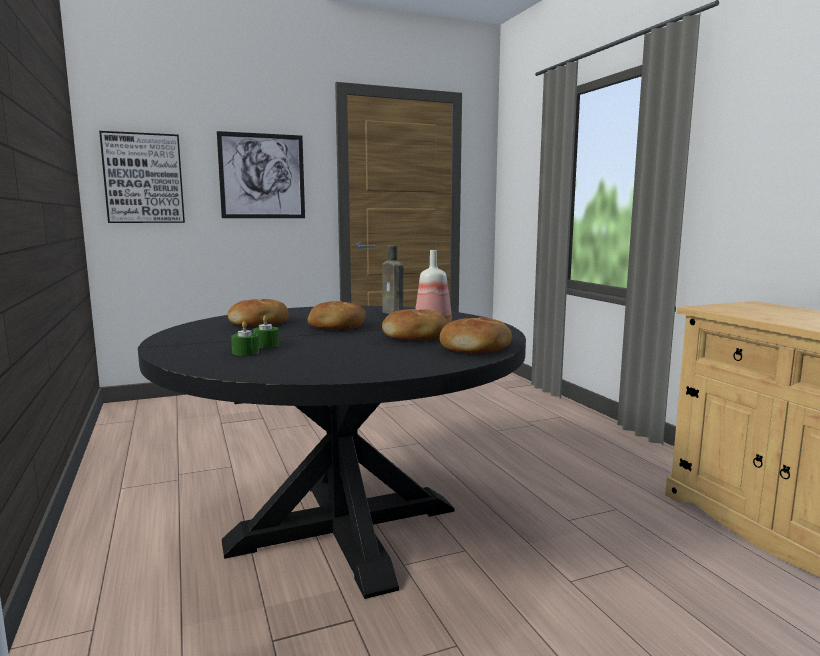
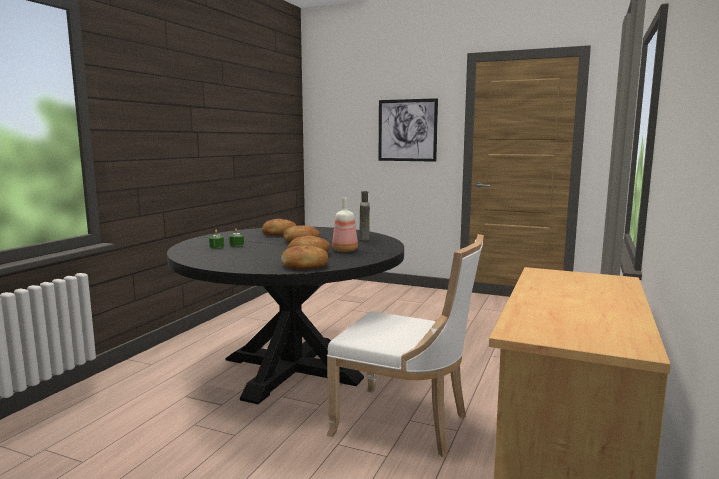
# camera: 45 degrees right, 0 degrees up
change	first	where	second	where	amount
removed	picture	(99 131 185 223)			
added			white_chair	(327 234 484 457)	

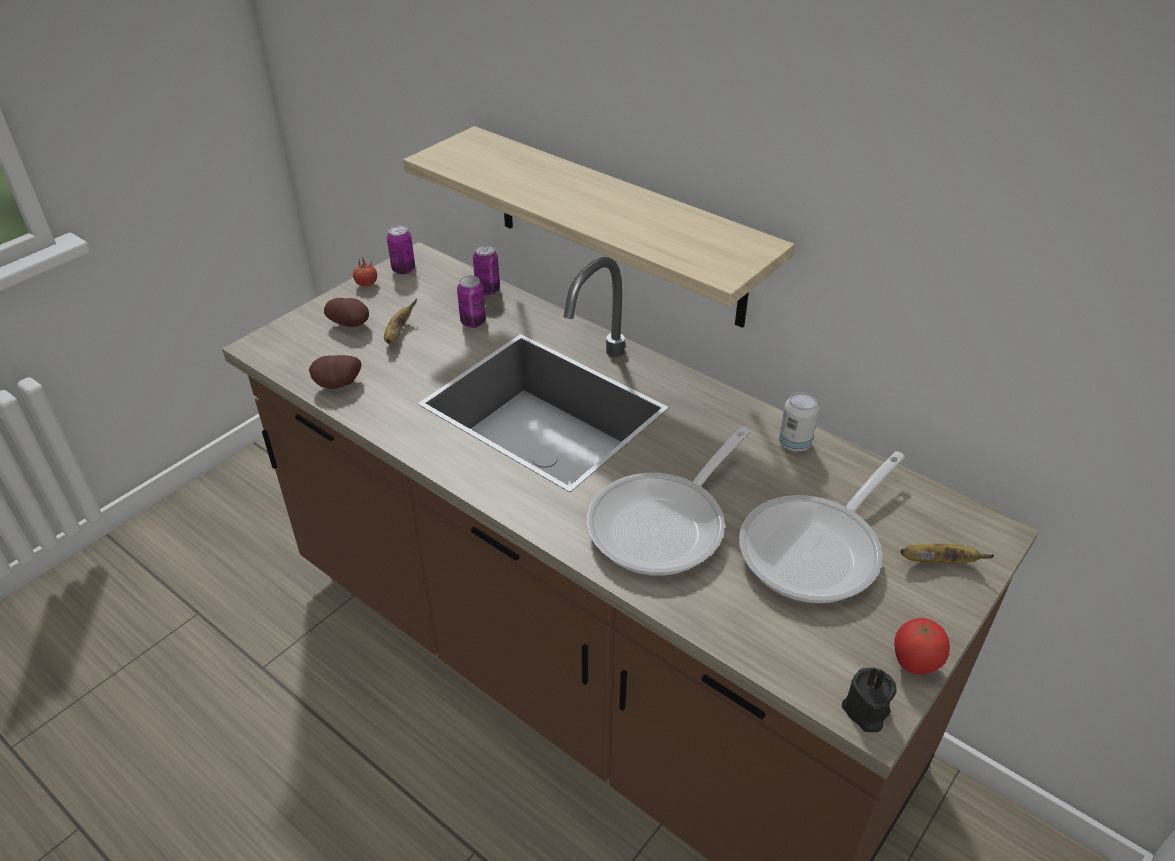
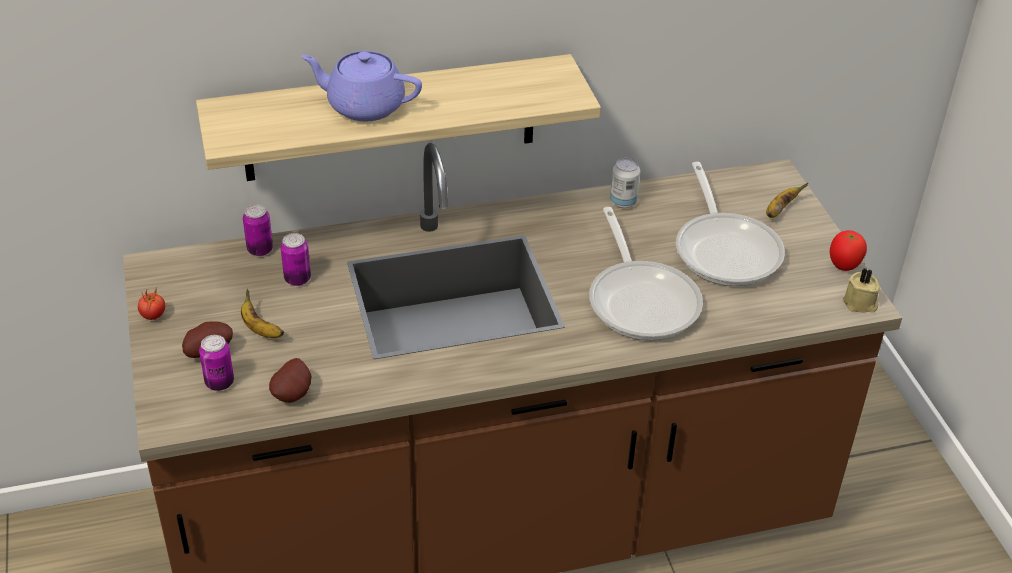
# camera: 55 degrees left, 0 degrees up
change	first	where	second	where	amount
moved	can	(387 225 415 275)		(199 335 234 391)	
recoloured	black_candle	(842 668 897 732)	beige_candle	(843 269 880 313)	
added			purple_teapot	(301 51 422 121)	

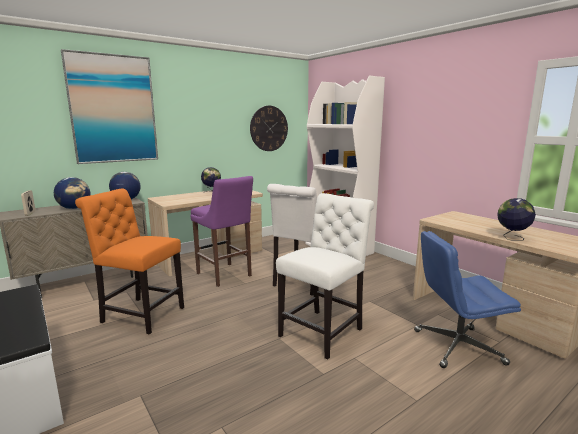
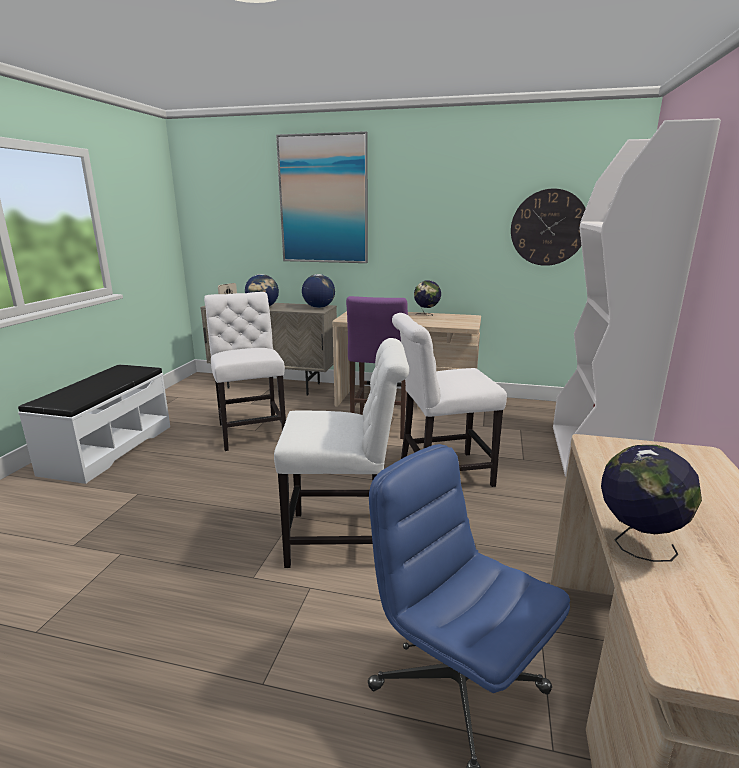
# camera: 50 degrees right, 5 degrees up
change	first	where	second	where	amount
recoloured	orange_chair	(75 189 184 335)	white_chair	(204 292 286 451)	

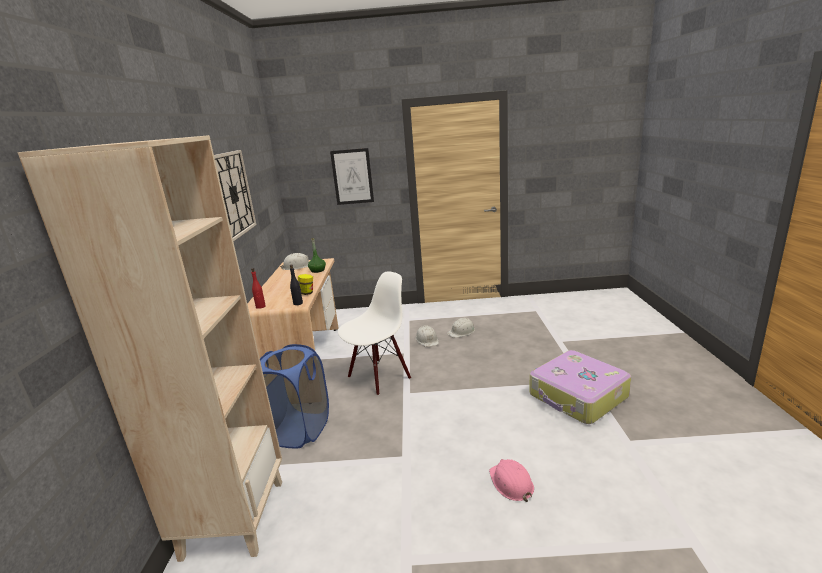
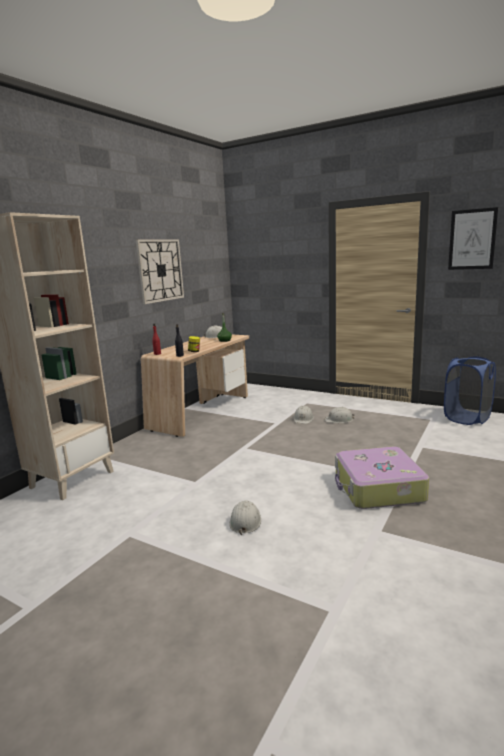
# camera: 30 degrees right, 5 degrees down
change	first	where	second	where	amount
moved	blue_laundry_basket	(260 344 329 448)		(444 356 496 425)	
moved	picture	(330 148 374 205)		(448 207 498 270)	
removed	white_chair	(338 271 411 395)			
recoloured	pink_hard_hat	(489 459 534 502)	white_hard_hat	(229 501 261 535)	

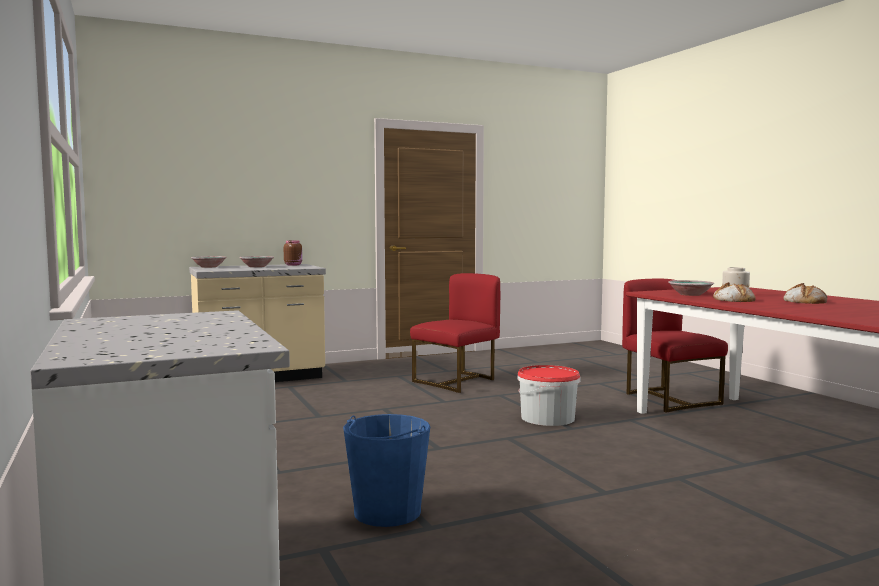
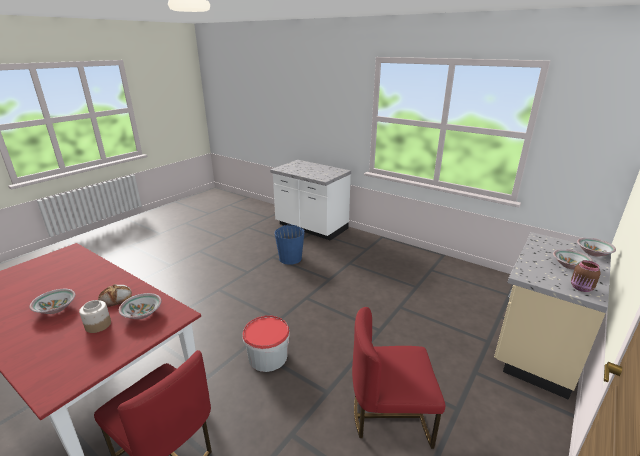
# camera: 150 degrees right, 20 degrees up
change	first	where	second	where	amount
turned	red_chair	(410 273 500 393)		(352 307 445 449)	75 degrees clockwise
replaced	bread	(783 283 827 304)	bowl	(30 289 76 314)	

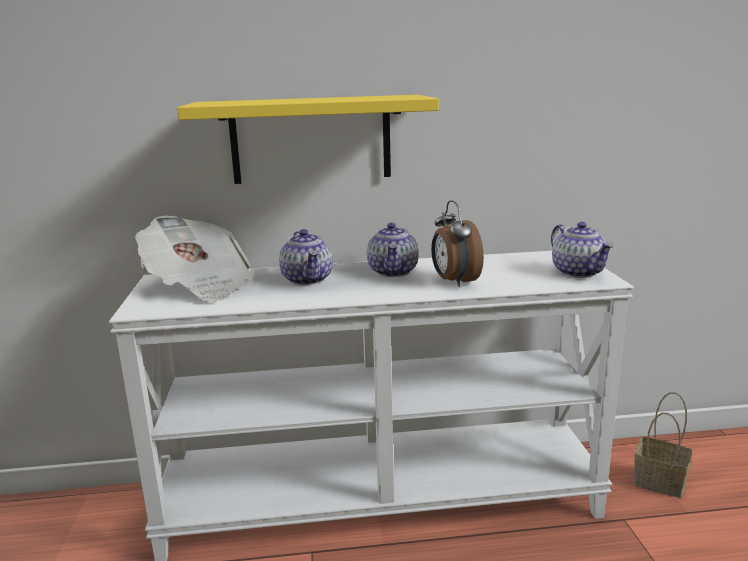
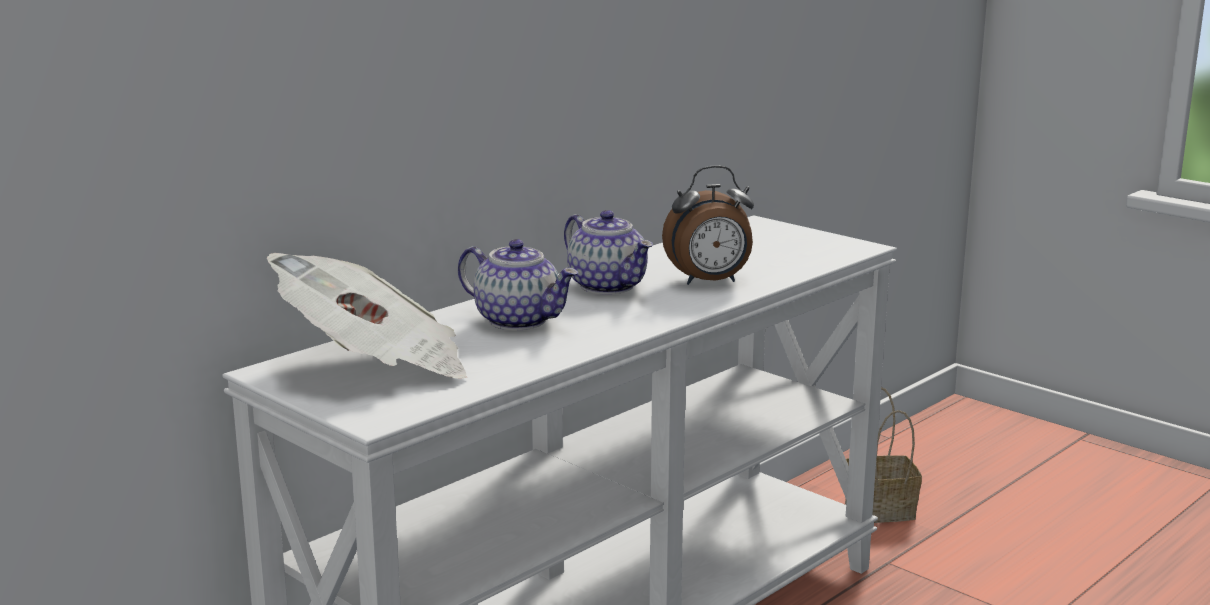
# camera: 40 degrees left, 0 degrees up
change	first	where	second	where	amount
removed	yellow_shelf	(177 95 439 184)			
turned	alarm_clock	(431 200 484 287)		(662 165 754 285)	45 degrees counterclockwise
removed	teapot	(551 222 614 278)			

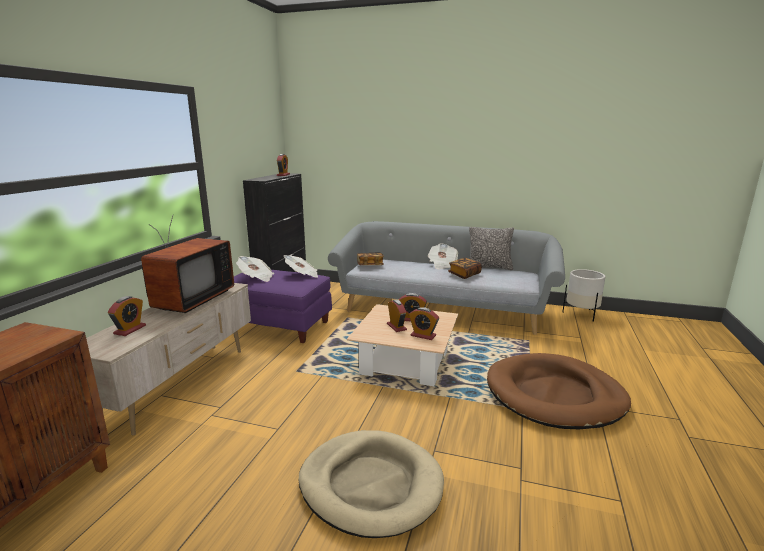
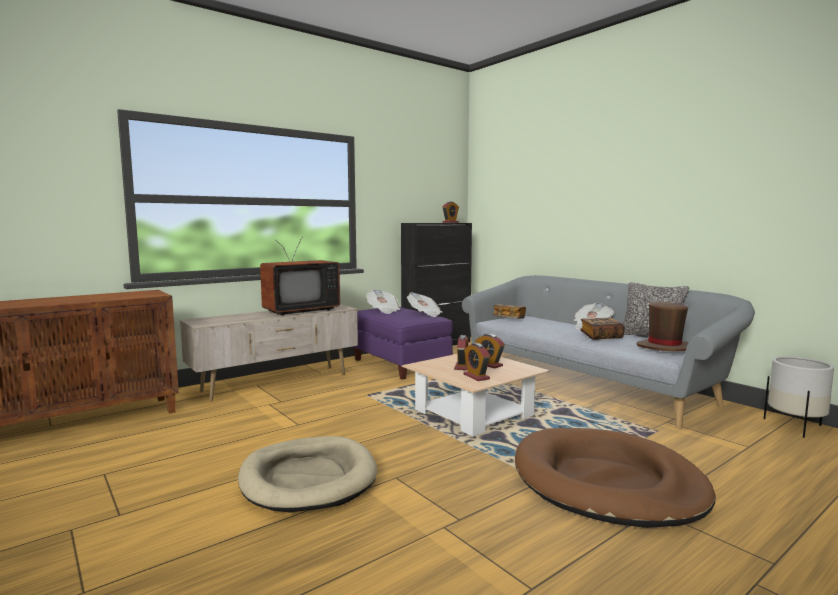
# camera: 35 degrees right, 10 degrees down
change	first	where	second	where	amount
removed	alarm_clock	(108 296 146 336)			
added			brown_hat	(637 302 688 352)	

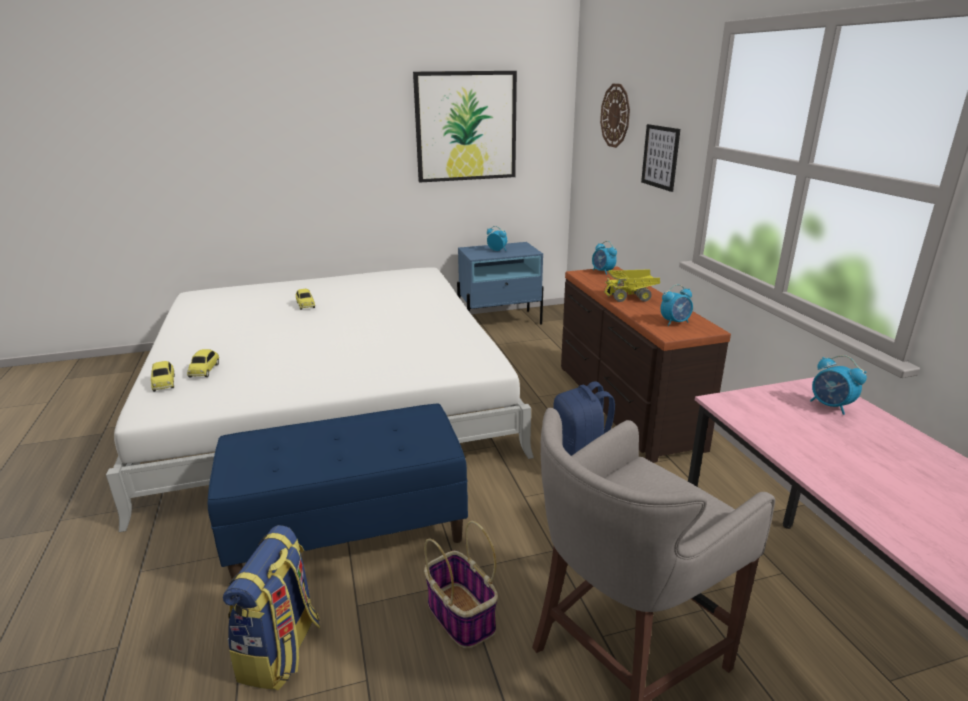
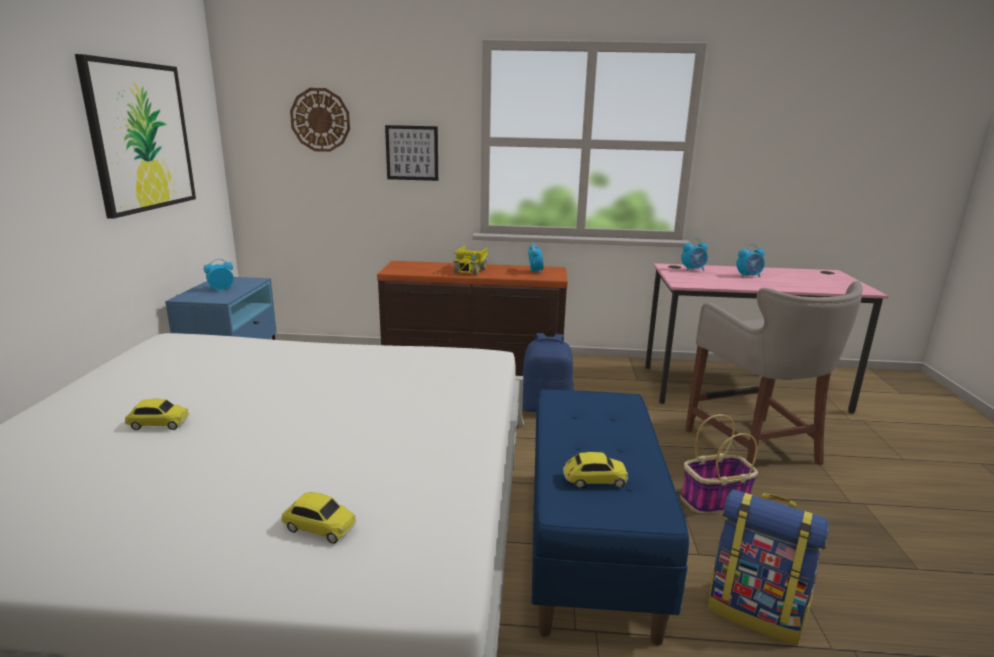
# camera: 70 degrees left, 5 degrees down
change	first	where	second	where	amount
moved	toy_car	(151 361 175 392)		(563 452 628 489)	
moved	alarm_clock	(592 241 617 275)		(737 244 765 278)	

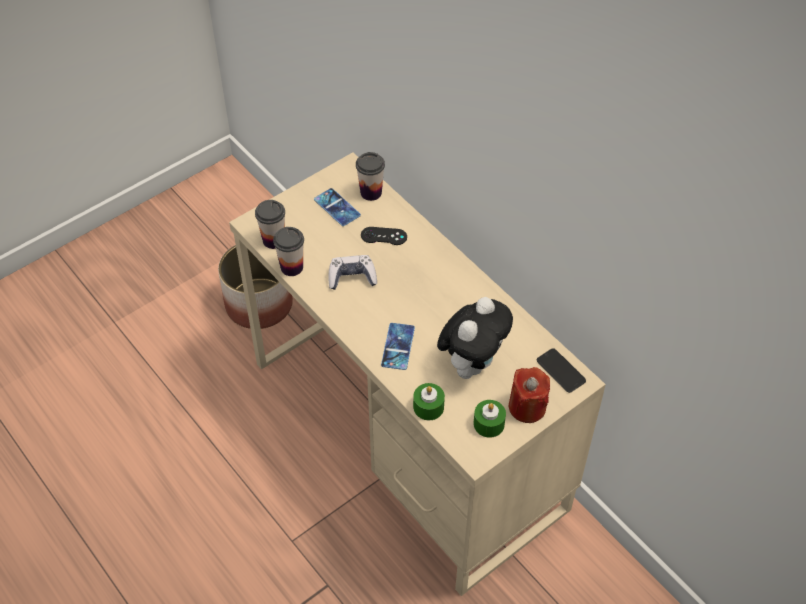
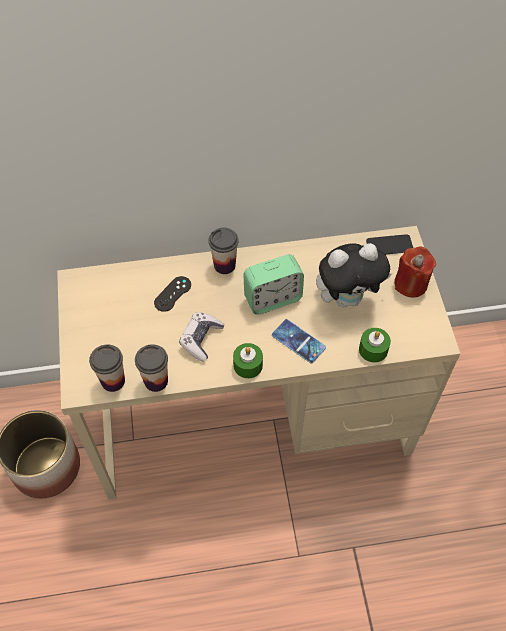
# camera: 60 degrees left, 5 degrees up
change	first	where	second	where	amount
removed	phone	(314 188 361 226)			
moved	cup	(356 152 385 201)		(209 227 239 274)	
turned	plush_toy	(437 297 513 379)		(316 243 392 308)	105 degrees clockwise
moved	green_candle	(473 400 506 438)		(233 343 263 378)	
added			alarm_clock	(243 254 304 315)	

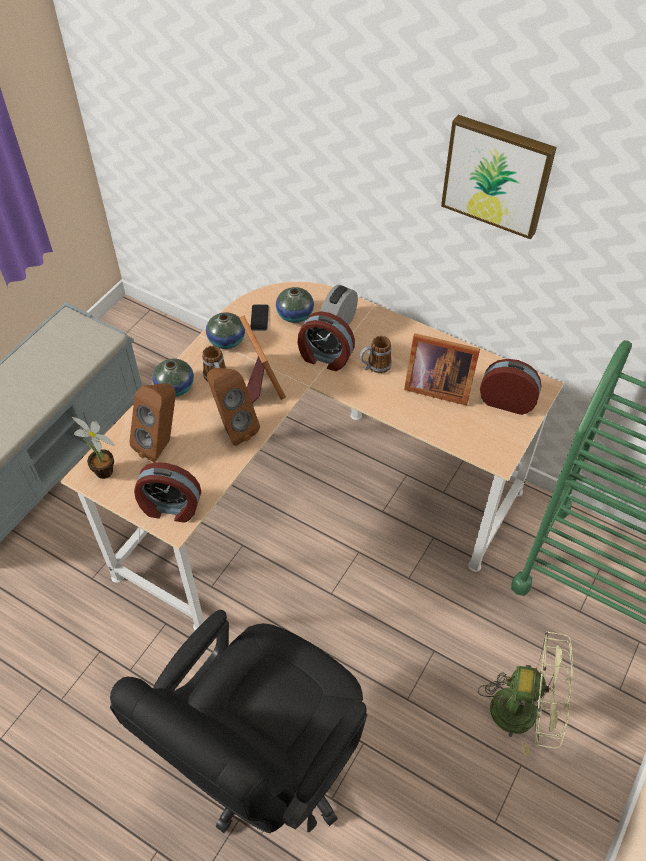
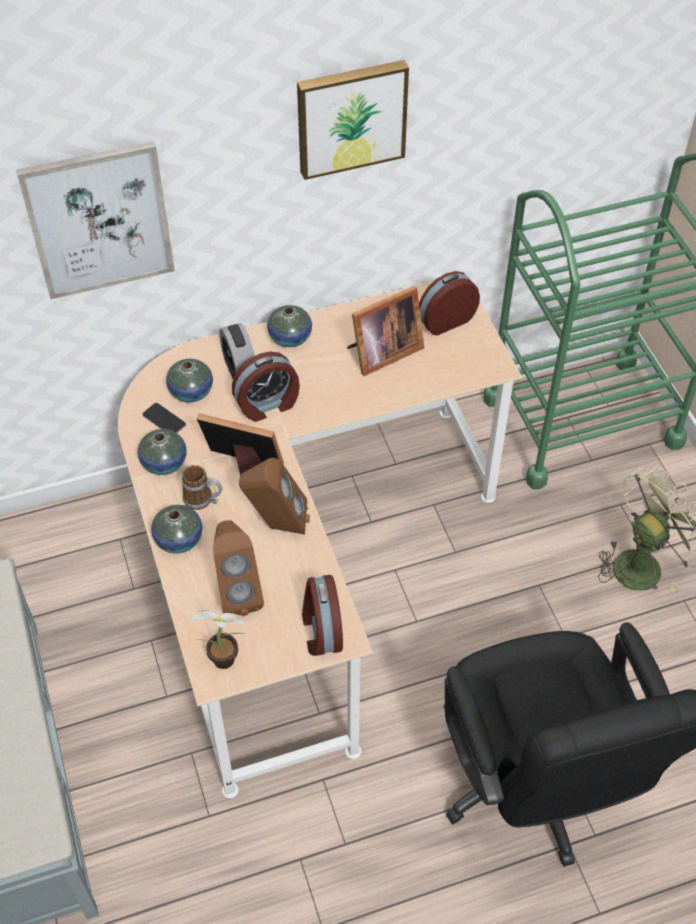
# camera: 50 degrees left, 0 degrees up
change	first	where	second	where	amount
turned	alarm_clock	(134 462 201 523)		(302 575 343 656)	120 degrees clockwise
removed	mug	(360 336 392 373)			
added			picture	(16 141 175 299)	
added			vase	(267 305 312 347)	

